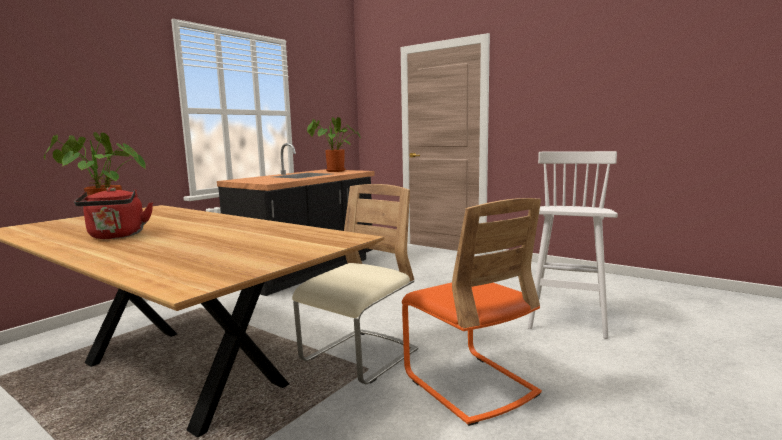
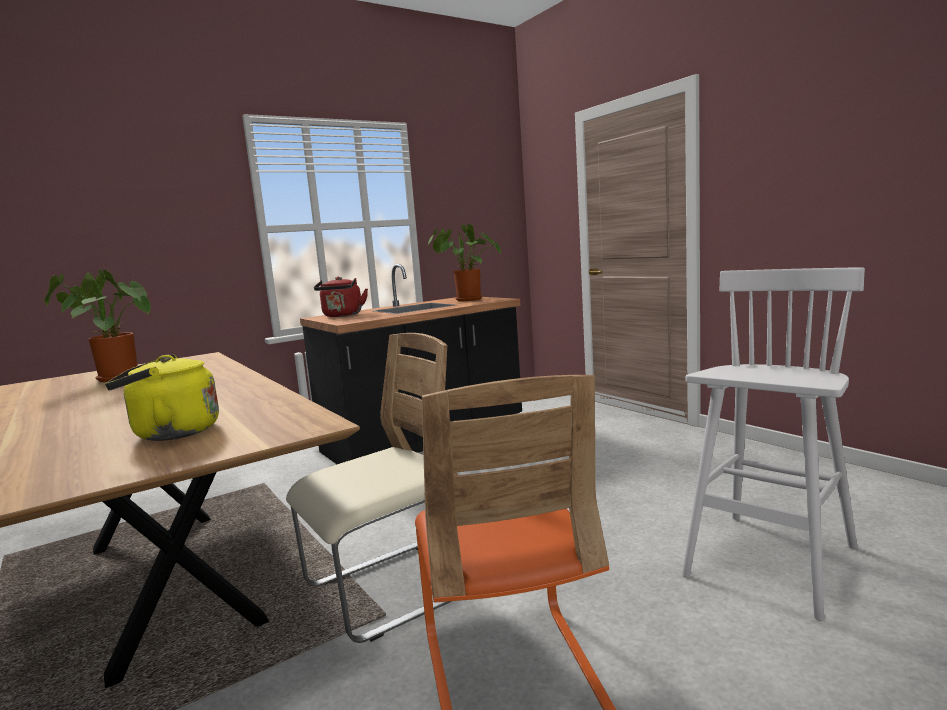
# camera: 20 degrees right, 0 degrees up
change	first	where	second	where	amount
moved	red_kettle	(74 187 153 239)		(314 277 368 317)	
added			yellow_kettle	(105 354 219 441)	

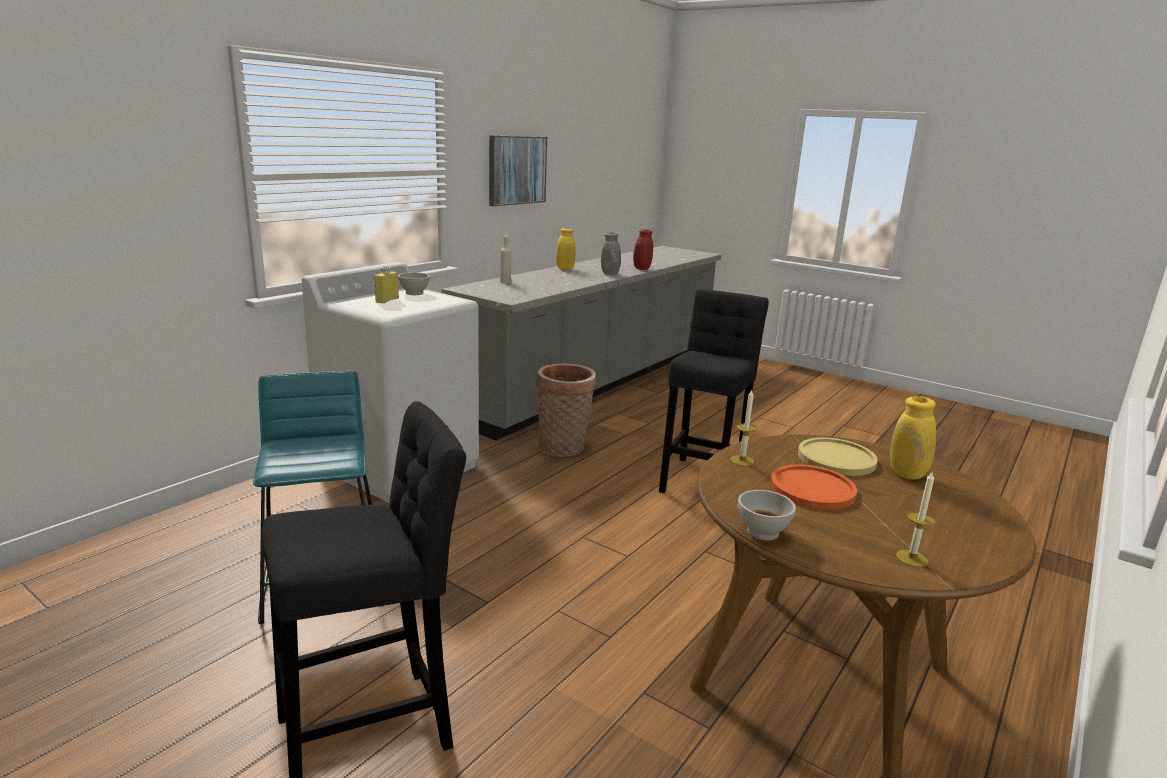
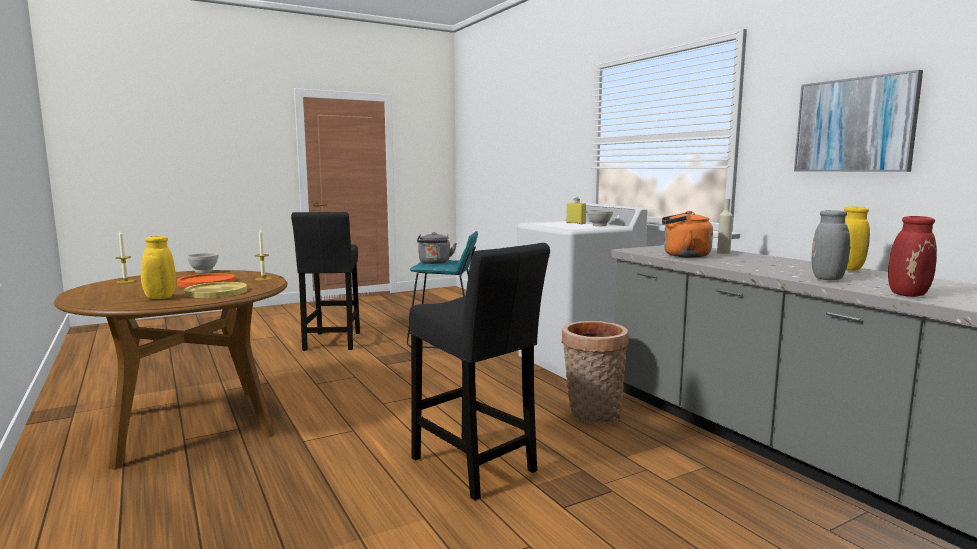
# camera: 115 degrees right, 10 degrees down
change	first	where	second	where	amount
added			grey_kettle	(417 232 457 264)	
added			orange_kettle	(662 211 713 258)	

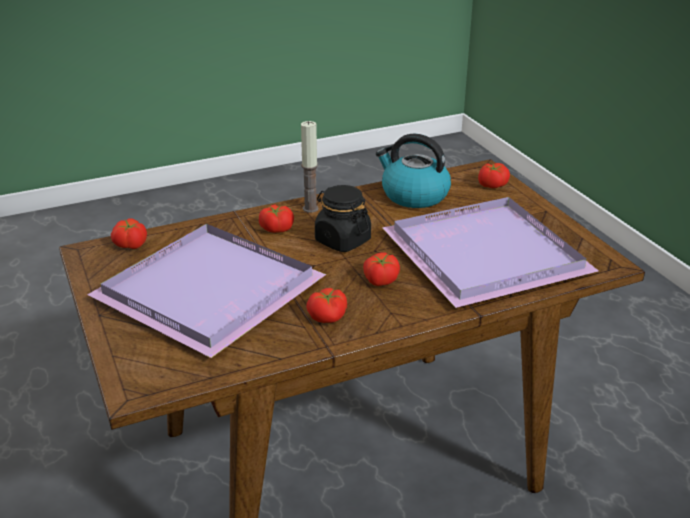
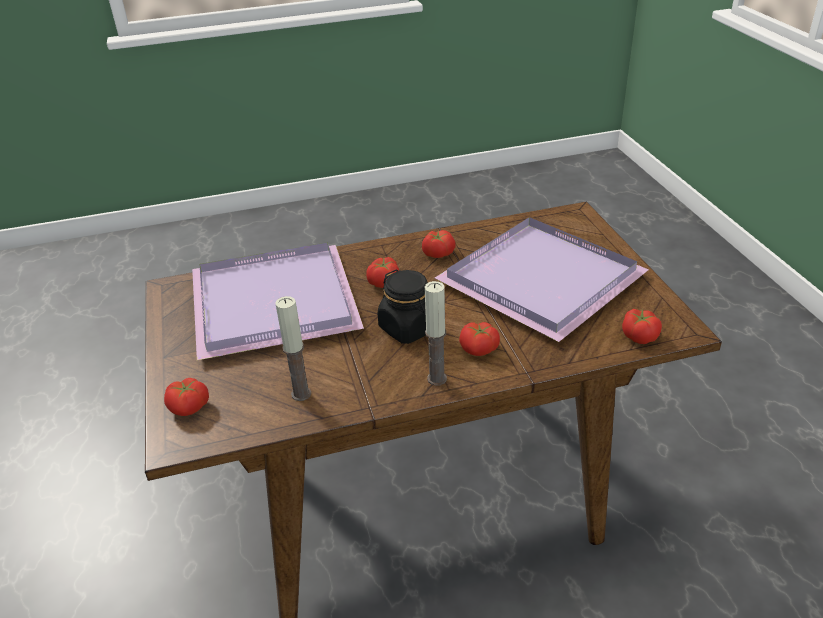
# camera: 170 degrees left, 5 degrees up
change	first	where	second	where	amount
replaced	kettle	(376 134 451 208)	candle	(275 296 311 401)	

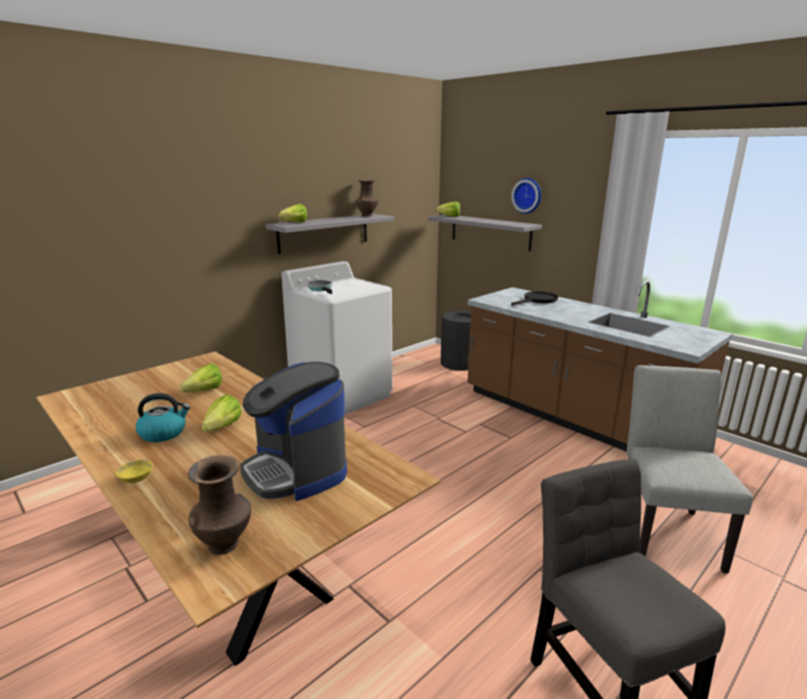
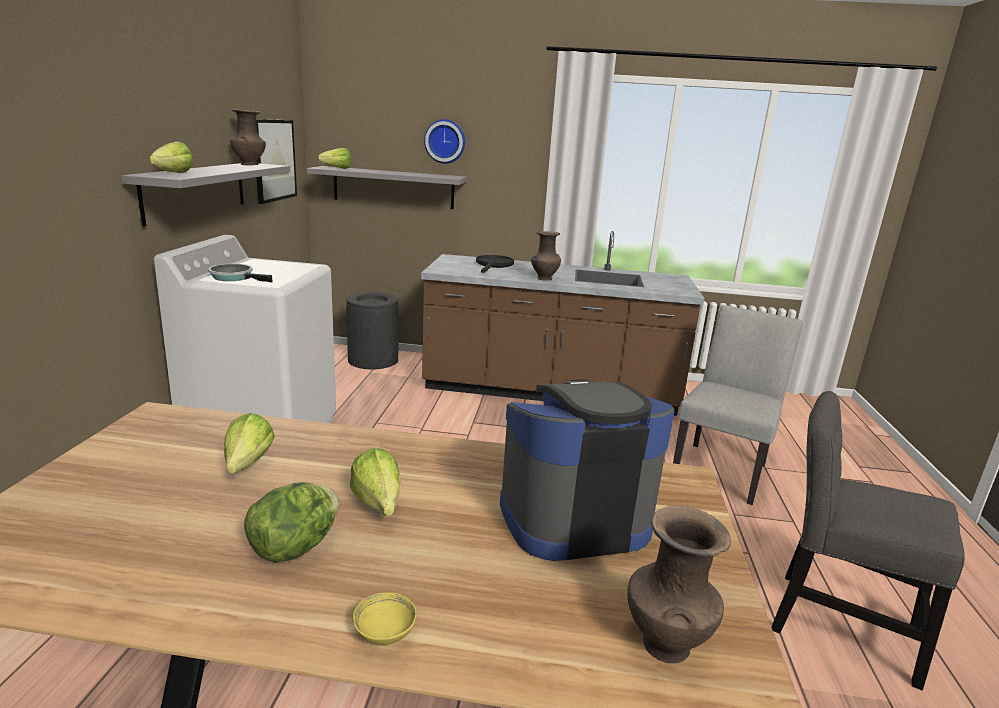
# camera: 40 degrees left, 0 degrees up
change	first	where	second	where	amount
replaced	kettle	(136 393 191 442)	lettuce	(244 482 339 563)	
turned	coffee_machine	(240 362 347 501)		(500 379 675 561)	150 degrees clockwise
turned	grey_chair	(627 365 753 574)		(673 305 803 505)	60 degrees clockwise
added			picture	(256 119 297 204)	
added			brown_vase	(531 231 561 281)	

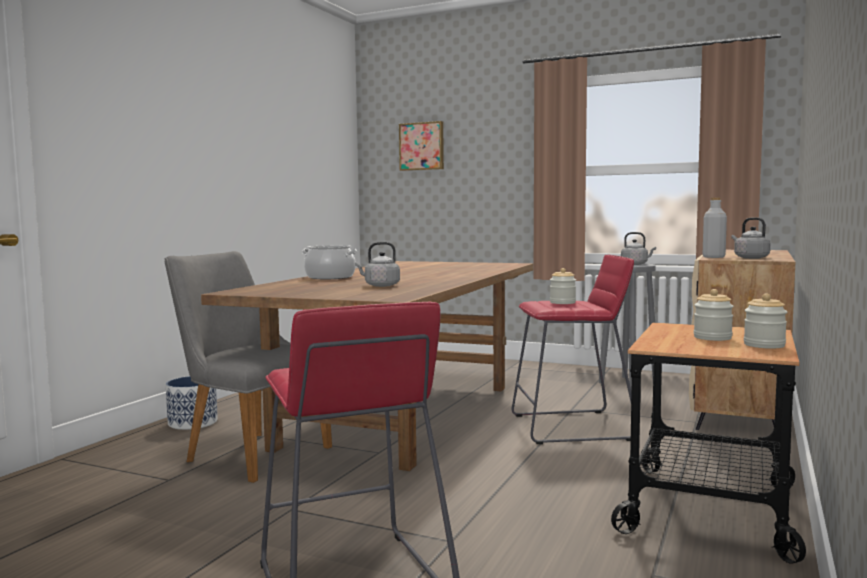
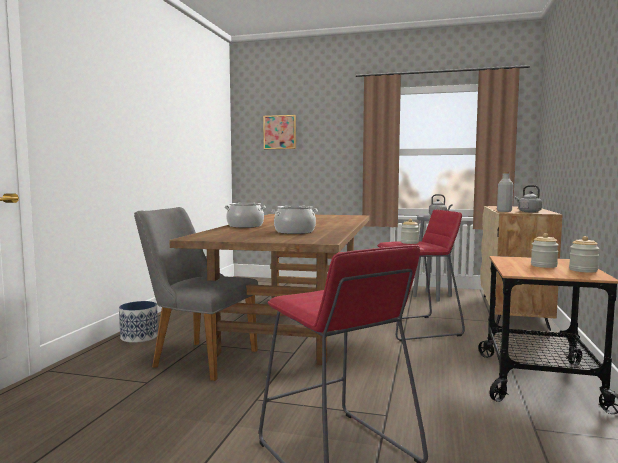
# camera: 10 degrees left, 0 degrees up
change	first	where	second	where	amount
replaced	grey_kettle	(355 242 400 287)	cooking_pot	(272 206 318 234)	

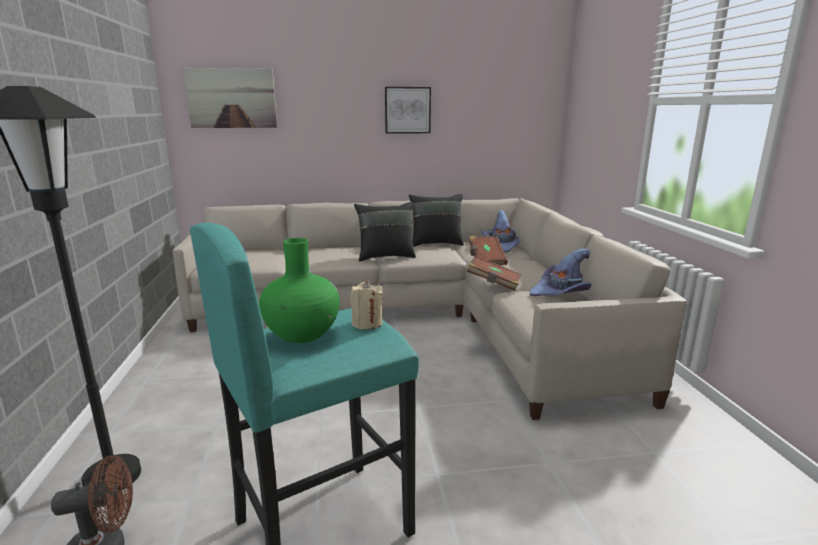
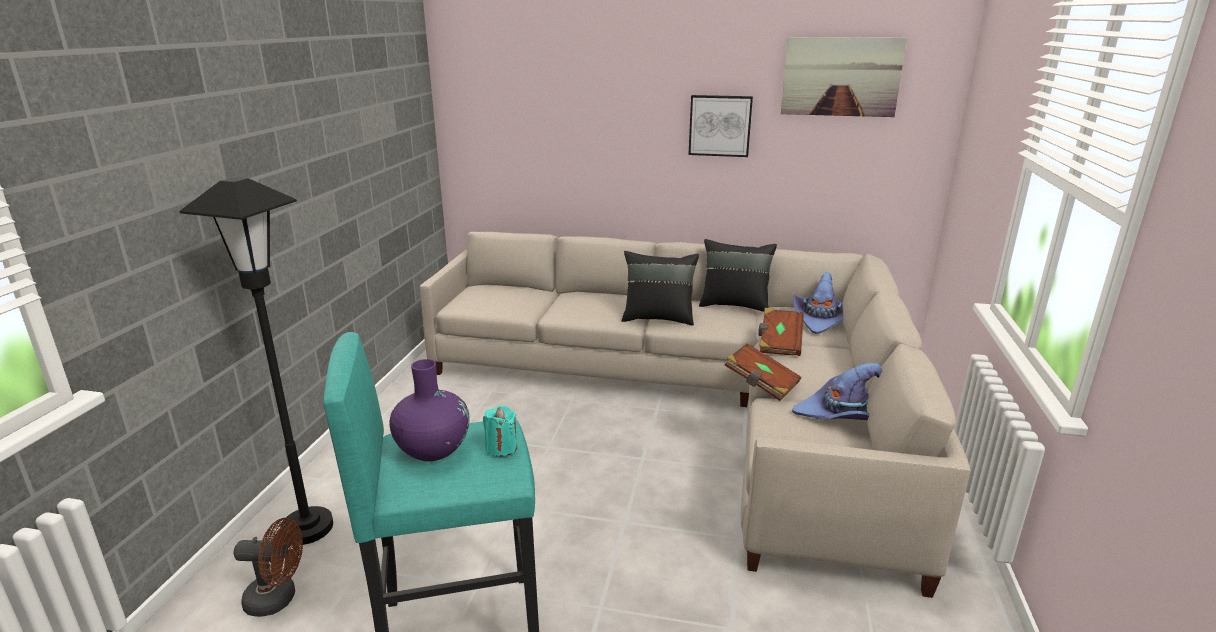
# camera: 20 degrees right, 5 degrees up
change	first	where	second	where	amount
moved	picture	(183 68 277 128)		(781 37 907 117)	
recoloured	green_vase	(259 238 340 343)	purple_vase	(389 359 470 461)	
recoloured	beige_candle	(350 281 383 329)	turquoise_candle	(483 405 517 457)	

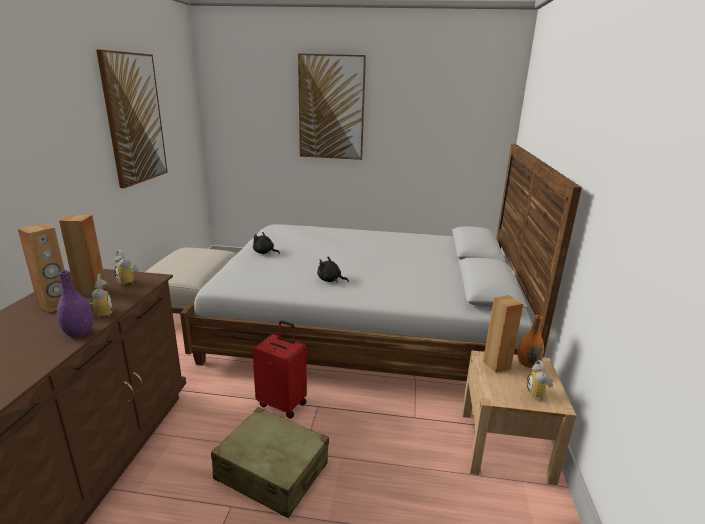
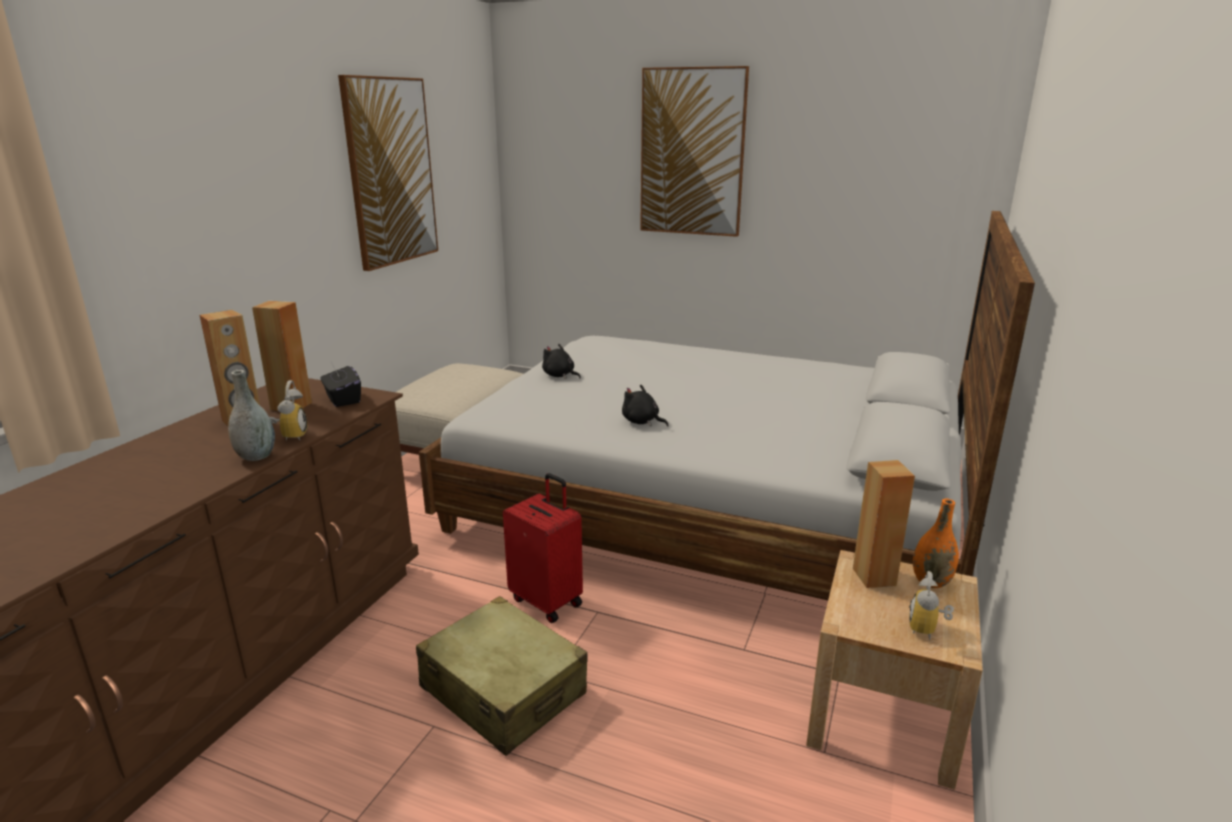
# camera: 15 degrees right, 0 degrees up
change	first	where	second	where	amount
recoloured	purple_vase	(57 270 94 337)	grey_vase	(228 370 275 461)	
replaced	alarm_clock	(115 250 139 285)	black_tissue_box	(320 362 361 407)	

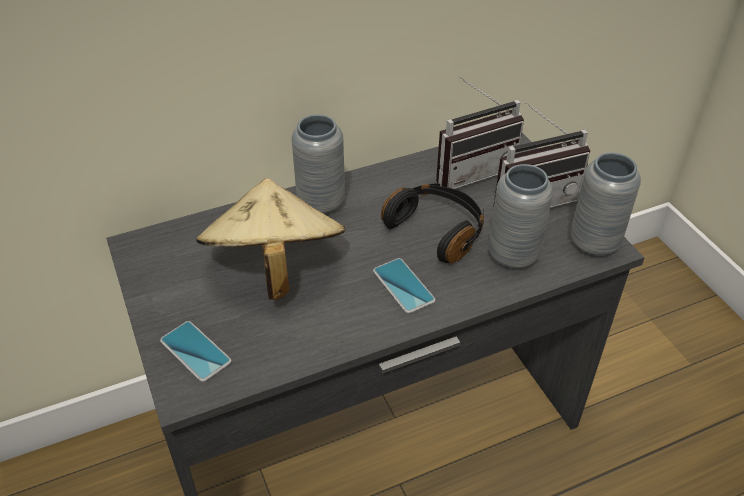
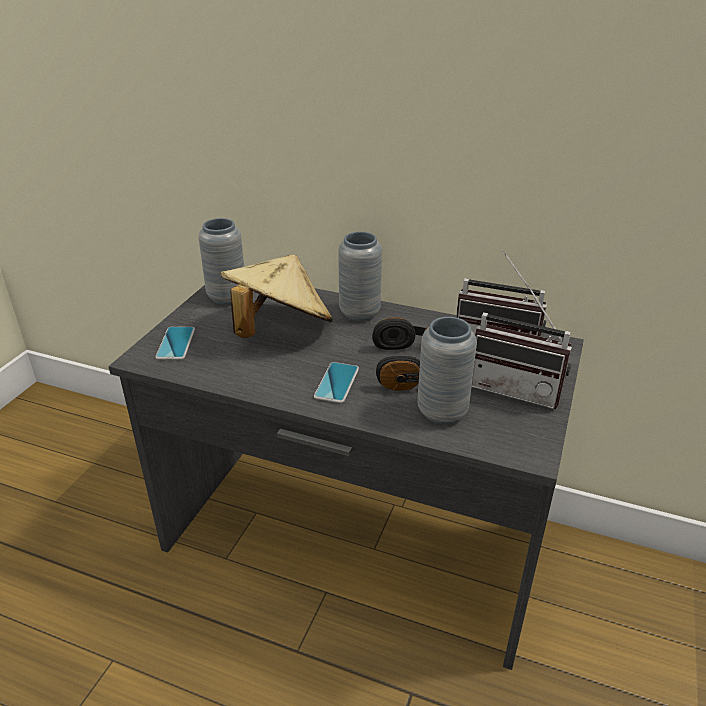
# camera: 45 degrees right, 10 degrees down
change	first	where	second	where	amount
moved	grey_vase	(571 153 641 257)		(198 218 244 305)	

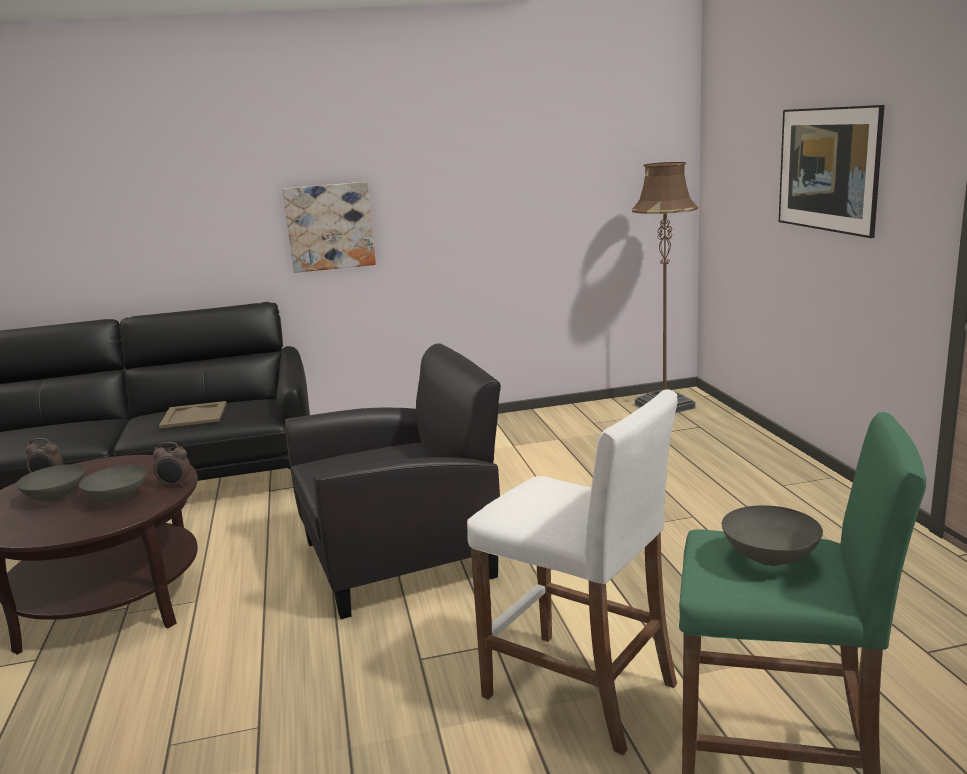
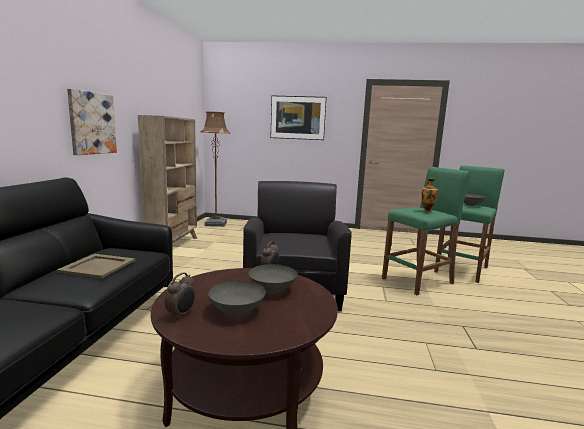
# camera: 70 degrees left, 5 degrees down
change	first	where	second	where	amount
recoloured	white_stool	(467 389 678 755)	green_stool	(382 167 471 295)	
added			beige_bookcase	(138 115 197 243)	
added			vase	(421 178 438 213)	

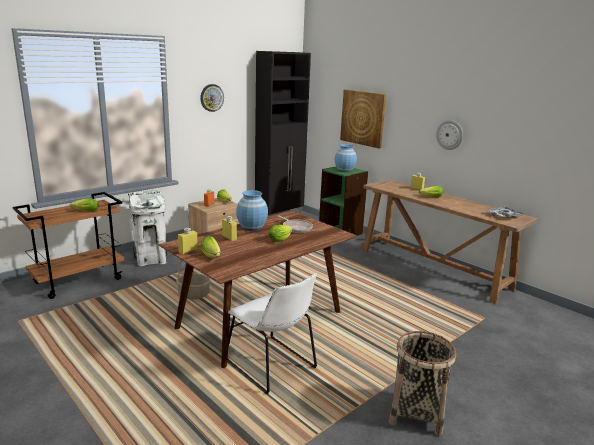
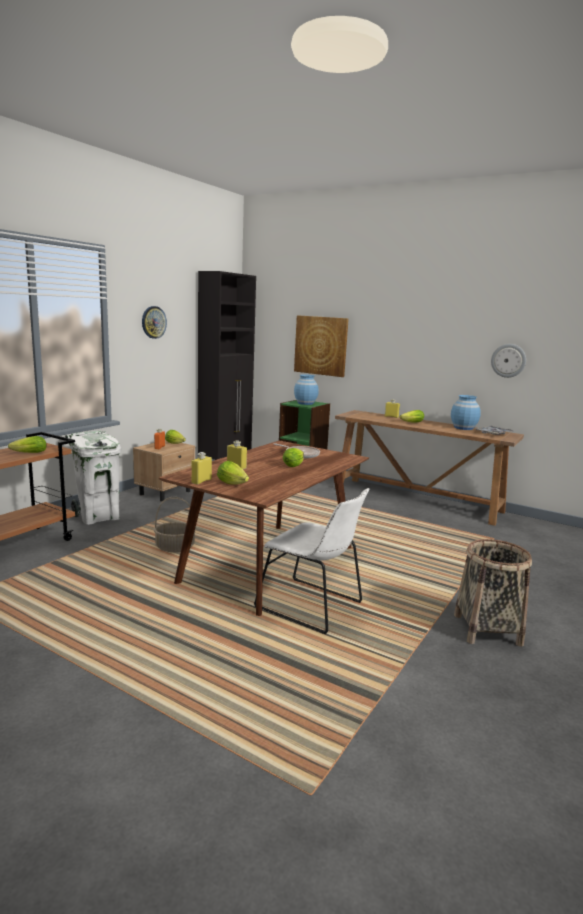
# camera: 15 degrees left, 5 degrees down
change	first	where	second	where	amount
moved	blue_vase	(236 190 268 231)		(451 395 481 430)	
moved	wall_clock	(436 120 463 150)		(491 344 526 378)	

